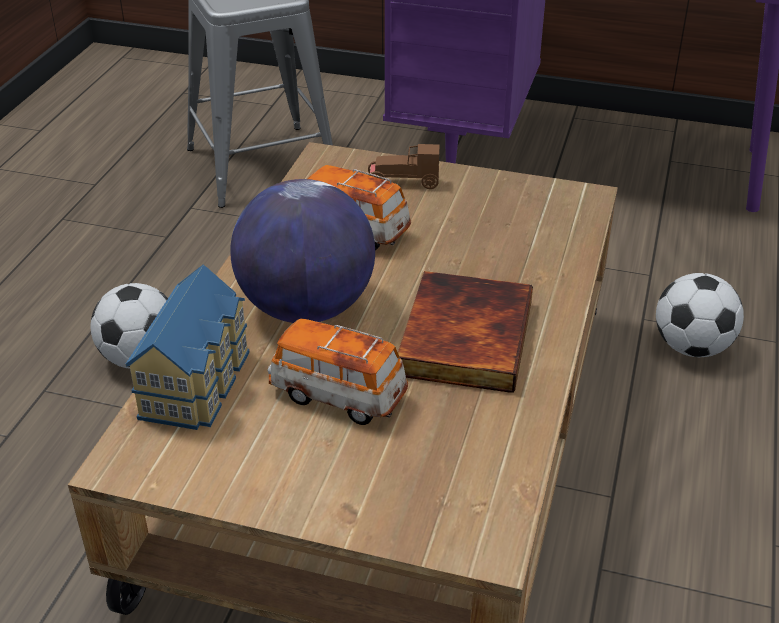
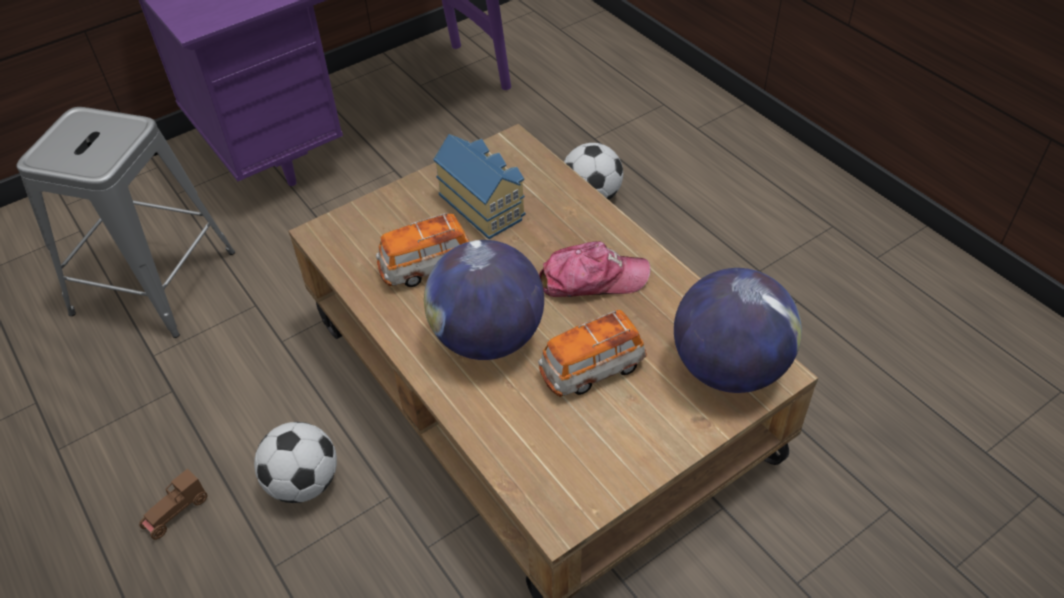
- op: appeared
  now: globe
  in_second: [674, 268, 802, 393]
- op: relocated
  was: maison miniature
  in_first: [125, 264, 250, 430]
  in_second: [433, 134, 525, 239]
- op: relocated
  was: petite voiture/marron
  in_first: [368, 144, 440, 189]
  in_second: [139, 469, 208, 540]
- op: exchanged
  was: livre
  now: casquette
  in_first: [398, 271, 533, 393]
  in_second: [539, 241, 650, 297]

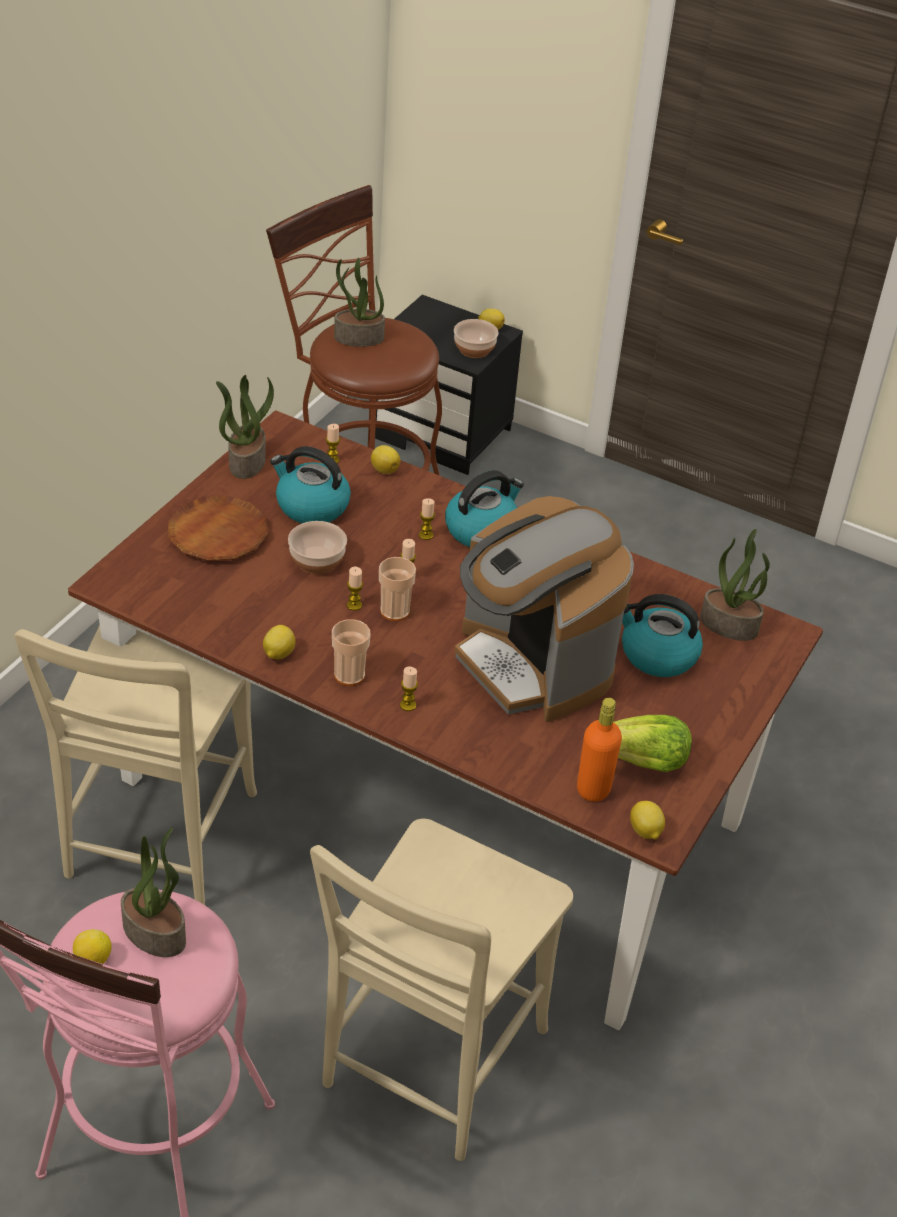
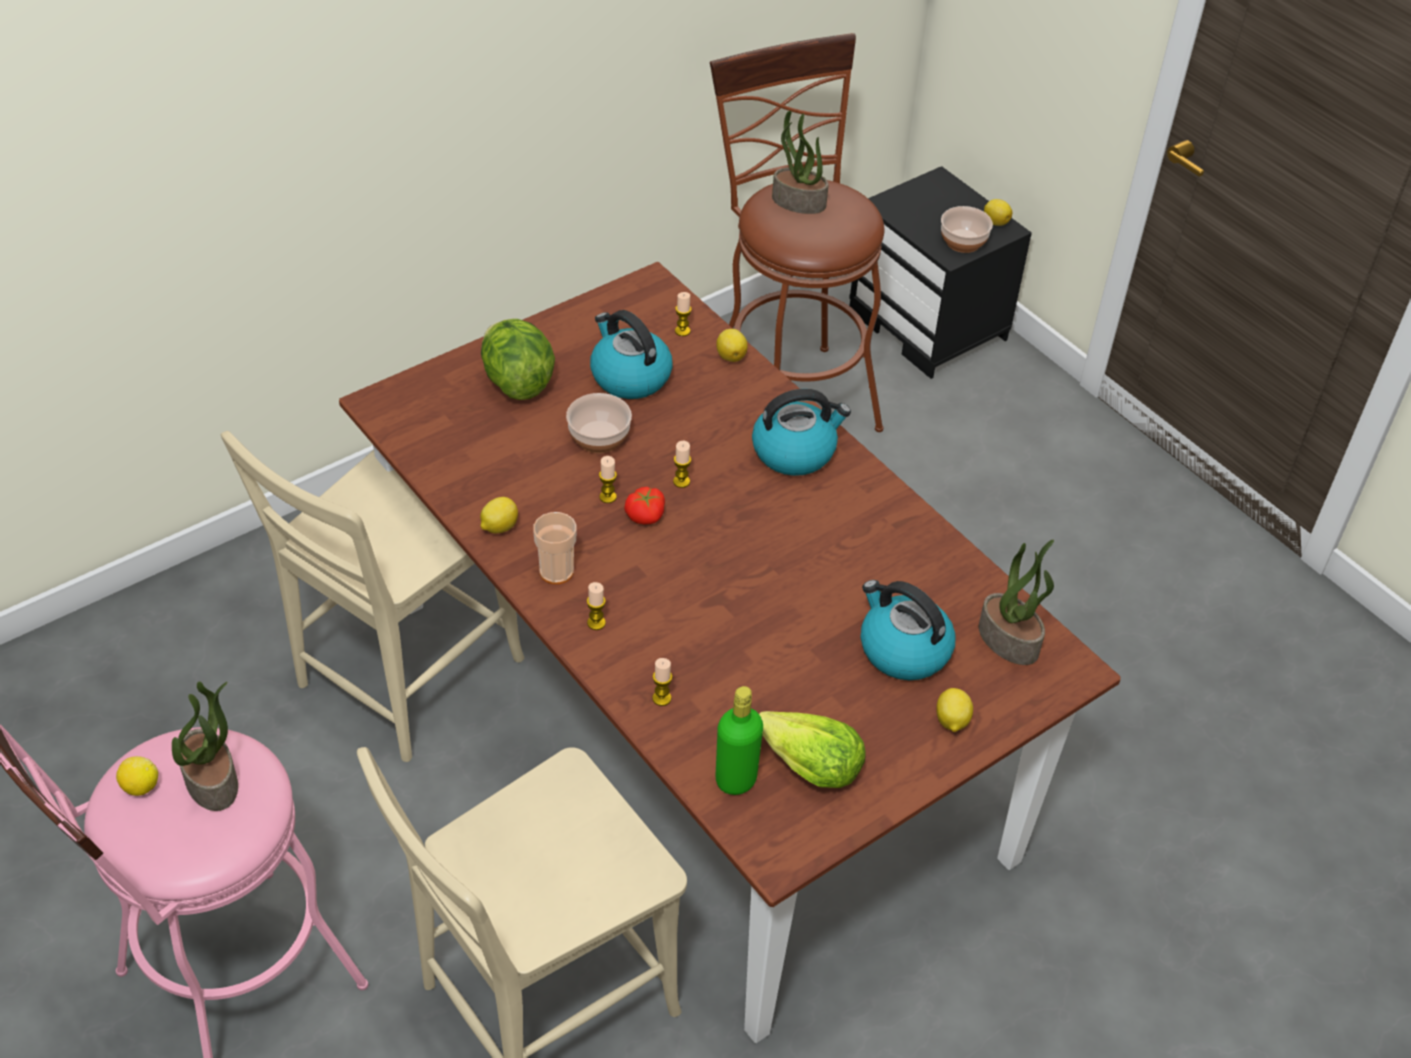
- op: missing
  was: plante en pot
  in_first: [216, 375, 274, 479]
- op: missing
  was: machine à café
  in_first: [454, 496, 634, 722]
- op: relocated
  was: bougie
  in_first: [419, 498, 435, 540]
  in_second: [652, 658, 672, 706]
- op: relocated
  was: citron
  in_first: [630, 801, 665, 840]
  in_second: [936, 688, 973, 732]
- op: exchanged
  was: assiette/marron
  now: laitue
  in_first: [168, 496, 268, 561]
  in_second: [481, 319, 555, 400]
- op: exchanged
  was: tasse
  now: tomate
  in_first: [379, 557, 416, 621]
  in_second: [624, 487, 665, 524]
- op: colour
  was: bouteille/orange
  now: bouteille/vert
  in_first: [577, 698, 622, 802]
  in_second: [716, 686, 763, 795]

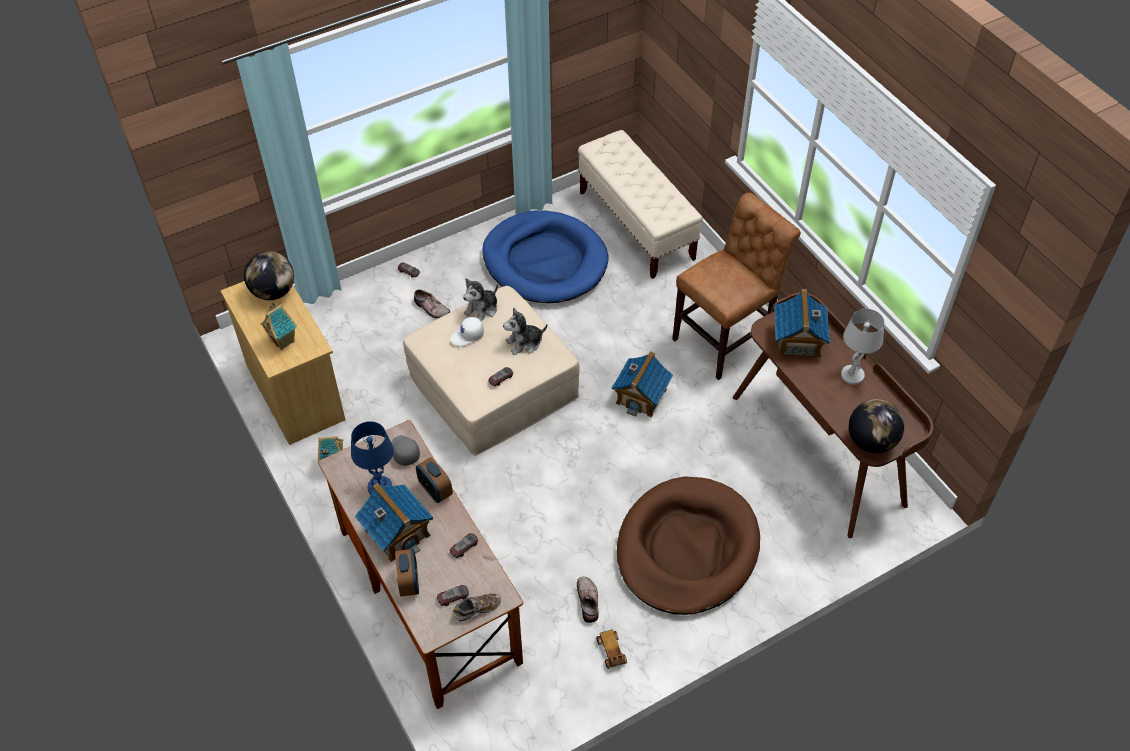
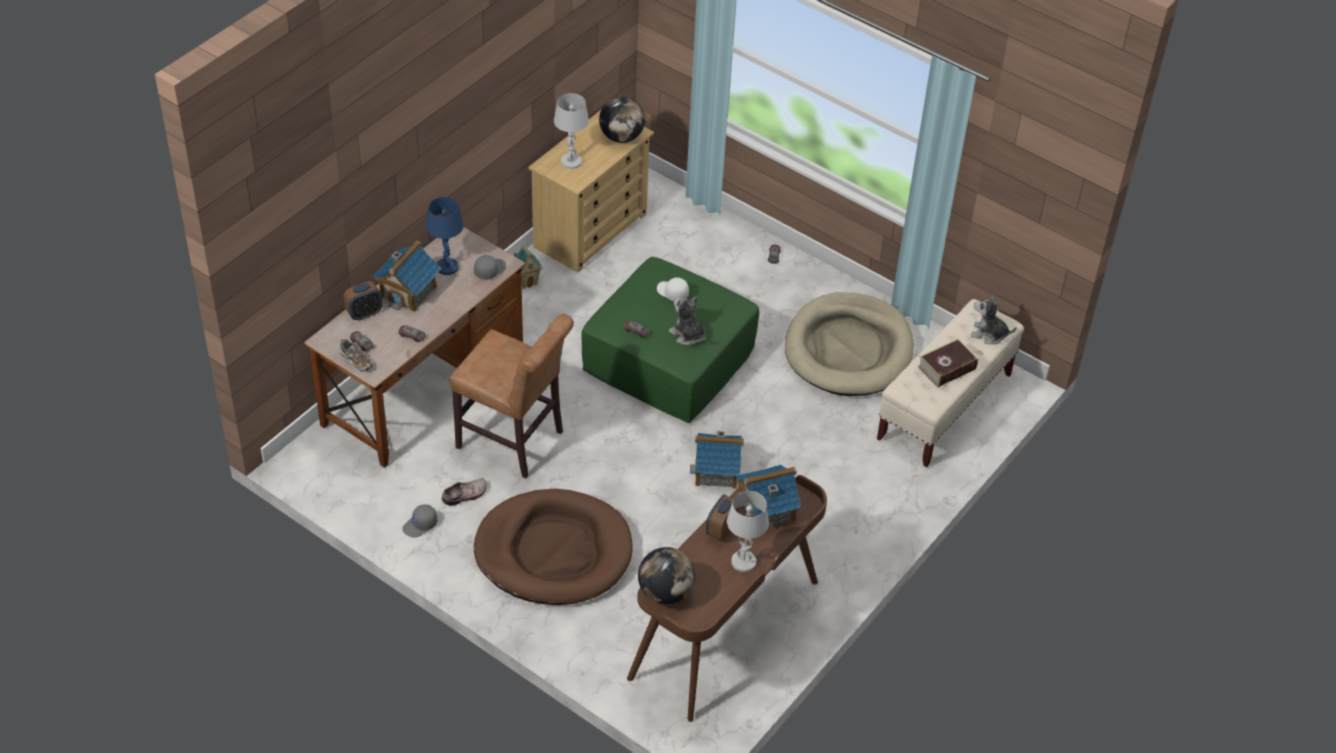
- op: missing
  was: chaussure
  in_first: [414, 289, 450, 318]
- op: appeared
  now: livre
  in_second: [917, 338, 979, 388]
- op: relocated
  was: réveil
  in_first: [416, 457, 453, 503]
  in_second: [706, 495, 739, 541]
- op: relocated
  was: peluche
  in_first: [463, 278, 498, 321]
  in_second: [971, 294, 1017, 345]
- op: relocated
  was: chaise/marron
  in_first: [672, 192, 801, 380]
  in_second: [449, 314, 574, 478]
- op: exchanged
  was: maison miniature
  now: lampe de table/blanc
  in_first: [260, 303, 297, 350]
  in_second: [554, 93, 589, 169]
- op: exchanged
  was: petite voiture
  now: casquette/gris
  in_first: [596, 629, 627, 669]
  in_second: [402, 504, 437, 538]
- op: colour
  was: pouf/beige
  now: pouf/vert
  in_first: [403, 286, 579, 455]
  in_second: [581, 257, 760, 423]
- op: colour
  was: panier pour chien/bleu
  now: panier pour chien/beige
  in_first: [482, 210, 608, 303]
  in_second: [785, 292, 914, 396]

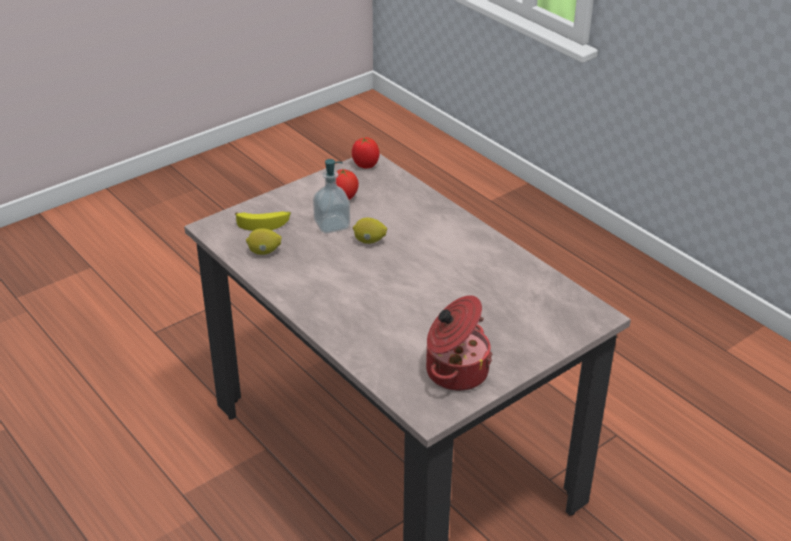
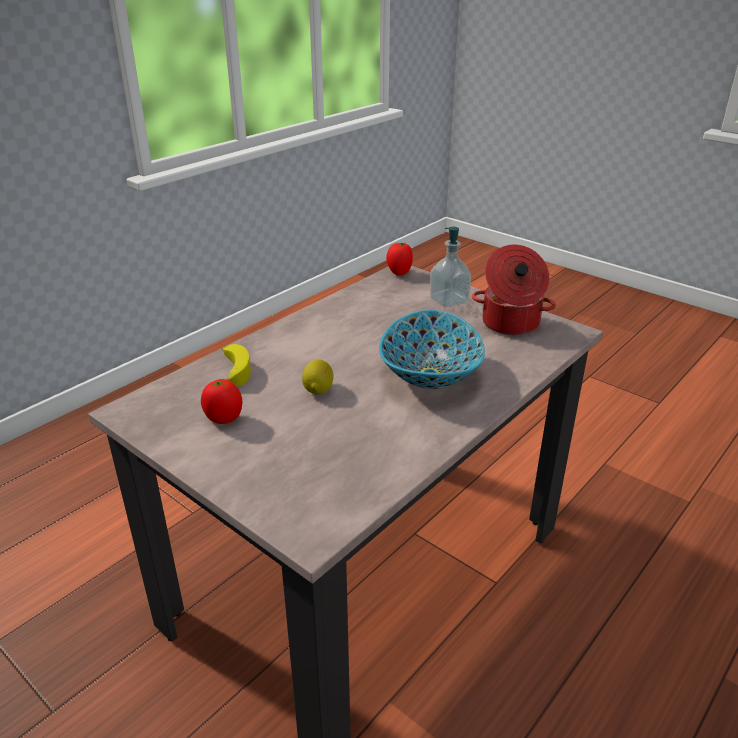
- op: missing
  was: citron
  in_first: [246, 228, 281, 255]
- op: appeared
  now: bol
  in_second: [379, 310, 485, 389]
- op: relocated
  was: banane
  in_first: [235, 212, 291, 231]
  in_second: [222, 344, 251, 386]
- op: relocated
  was: distributeur de savon
  in_first: [313, 159, 350, 234]
  in_second: [430, 227, 471, 308]
- op: relocated
  was: tomate
  in_first: [352, 137, 380, 168]
  in_second: [386, 243, 413, 276]

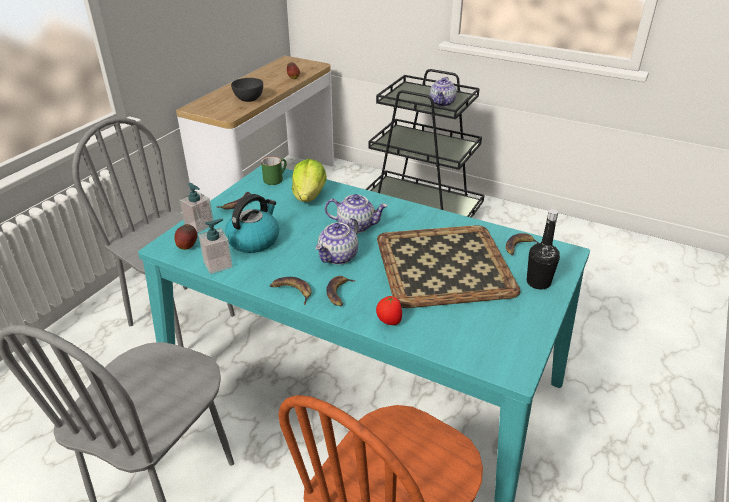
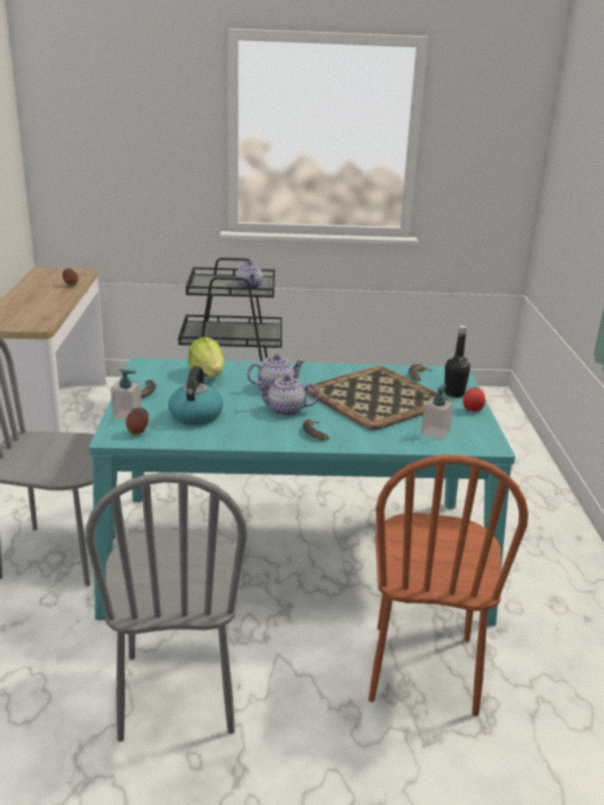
- op: missing
  was: bol/gris
  in_first: [231, 78, 263, 102]
- op: missing
  was: mug/vert
  in_first: [261, 157, 287, 185]
- op: missing
  was: banane
  in_first: [270, 277, 312, 305]
- op: relocated
  was: distributeur de savon
  in_first: [198, 219, 233, 274]
  in_second: [421, 384, 454, 440]
- op: relocated
  was: tomate
  in_first: [376, 296, 402, 325]
  in_second: [463, 387, 485, 411]
- op: spun
  was: théière
  in_first: [315, 218, 358, 265]
  in_second: [255, 375, 319, 416]
  clockwise: 90

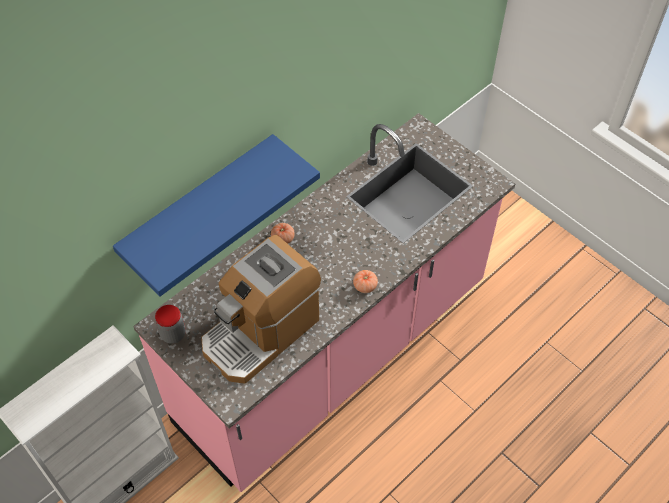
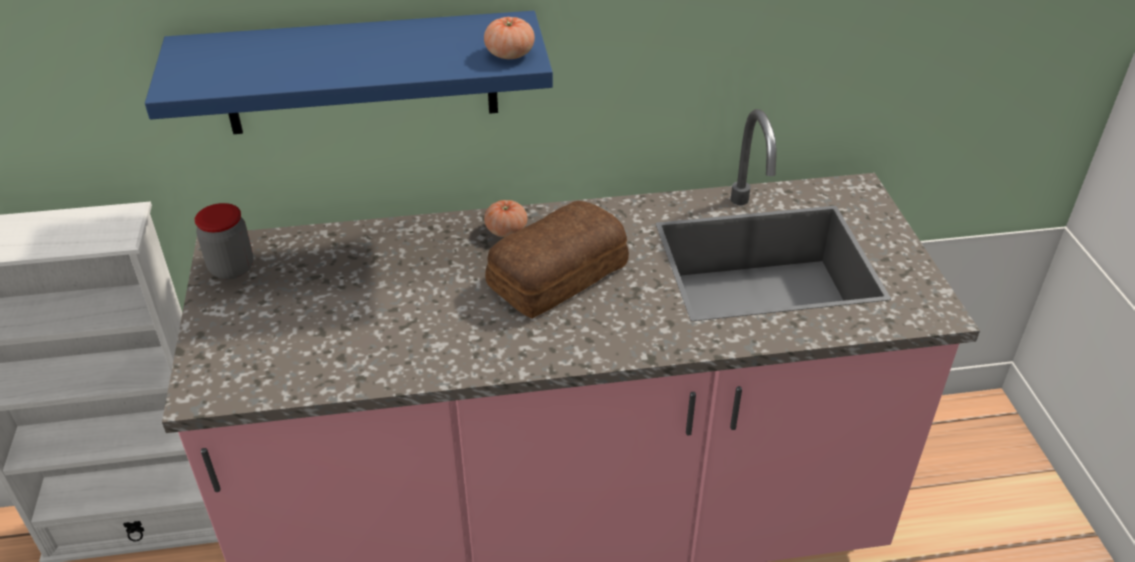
- op: missing
  was: machine à café
  in_first: [201, 235, 321, 384]
- op: appeared
  now: pain
  in_second: [485, 201, 629, 319]
- op: relocated
  was: tomate
  in_first: [353, 270, 378, 293]
  in_second: [484, 17, 535, 59]

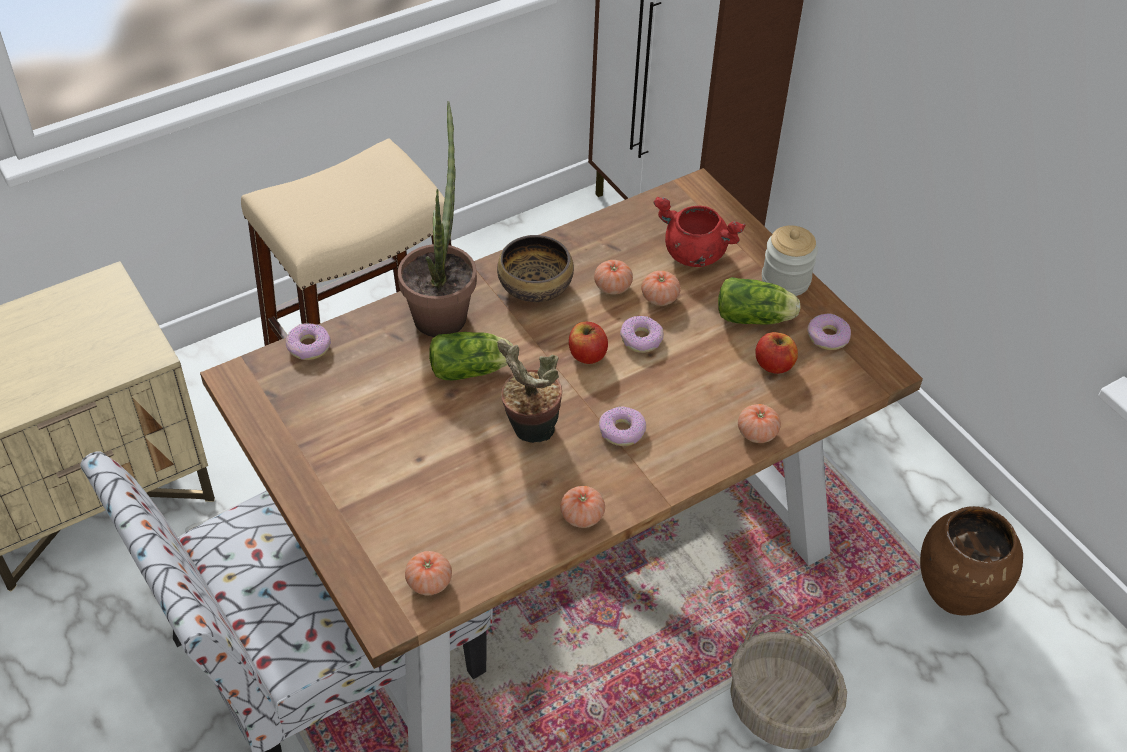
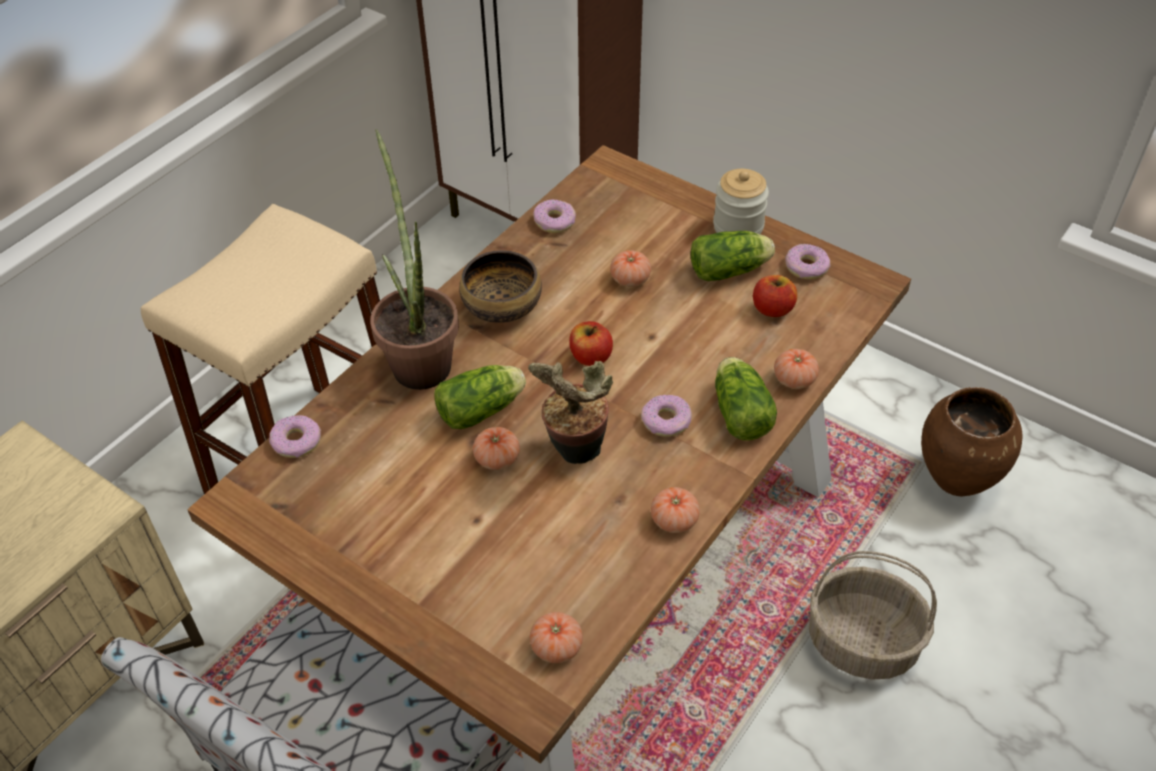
- op: missing
  was: marmite/rouge
  in_first: [653, 197, 745, 267]
- op: appeared
  now: laitue
  in_second: [715, 357, 777, 441]
- op: relocated
  was: tomate
  in_first: [594, 260, 633, 294]
  in_second: [473, 427, 520, 470]
- op: relocated
  was: beignet
  in_first: [620, 316, 664, 353]
  in_second: [533, 199, 576, 233]

